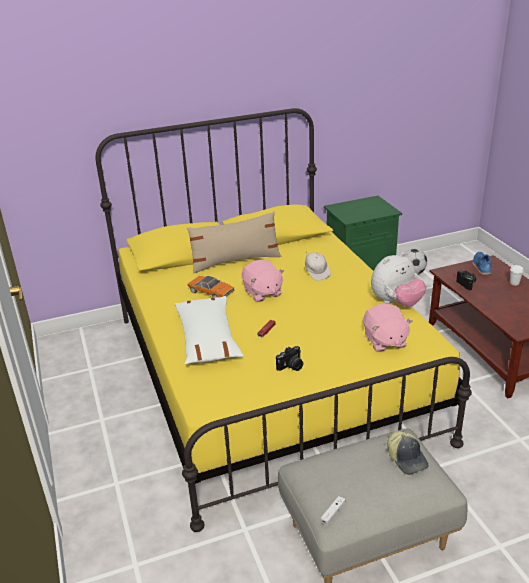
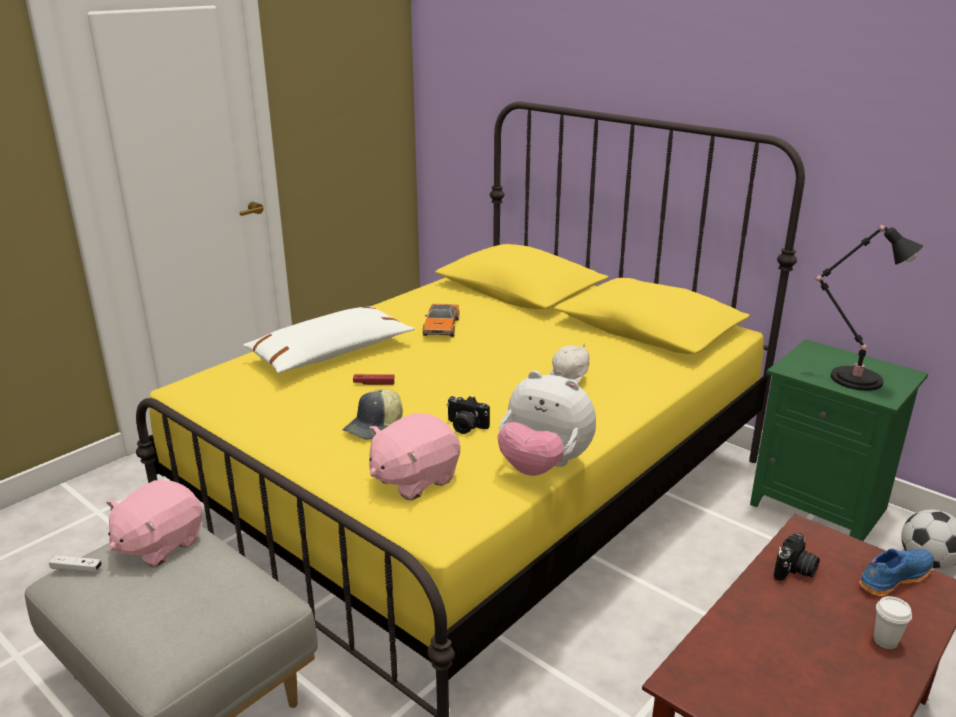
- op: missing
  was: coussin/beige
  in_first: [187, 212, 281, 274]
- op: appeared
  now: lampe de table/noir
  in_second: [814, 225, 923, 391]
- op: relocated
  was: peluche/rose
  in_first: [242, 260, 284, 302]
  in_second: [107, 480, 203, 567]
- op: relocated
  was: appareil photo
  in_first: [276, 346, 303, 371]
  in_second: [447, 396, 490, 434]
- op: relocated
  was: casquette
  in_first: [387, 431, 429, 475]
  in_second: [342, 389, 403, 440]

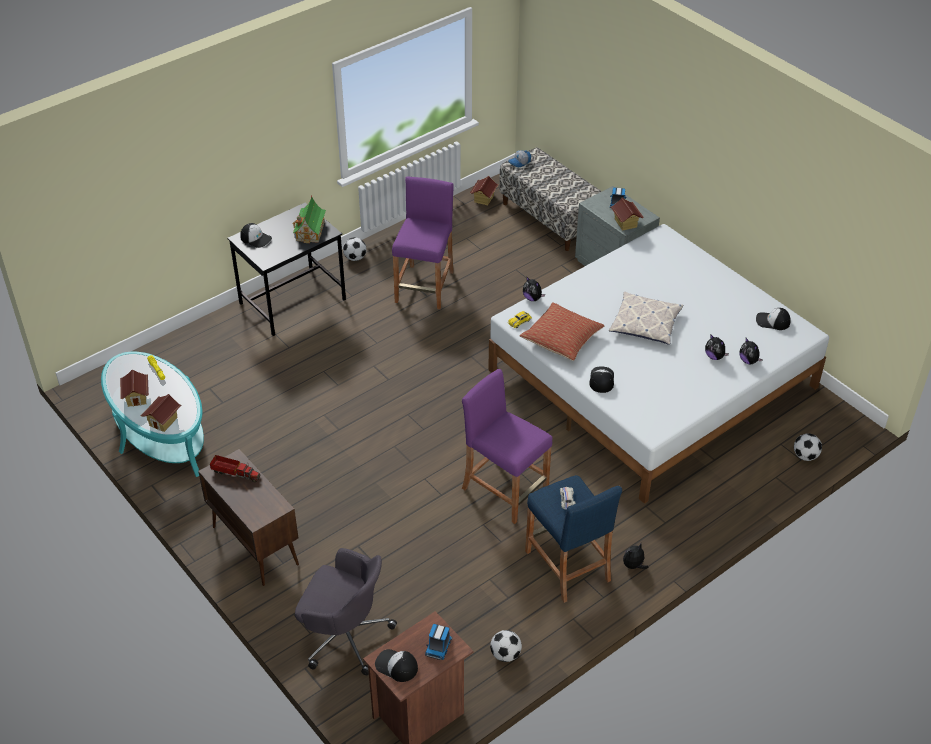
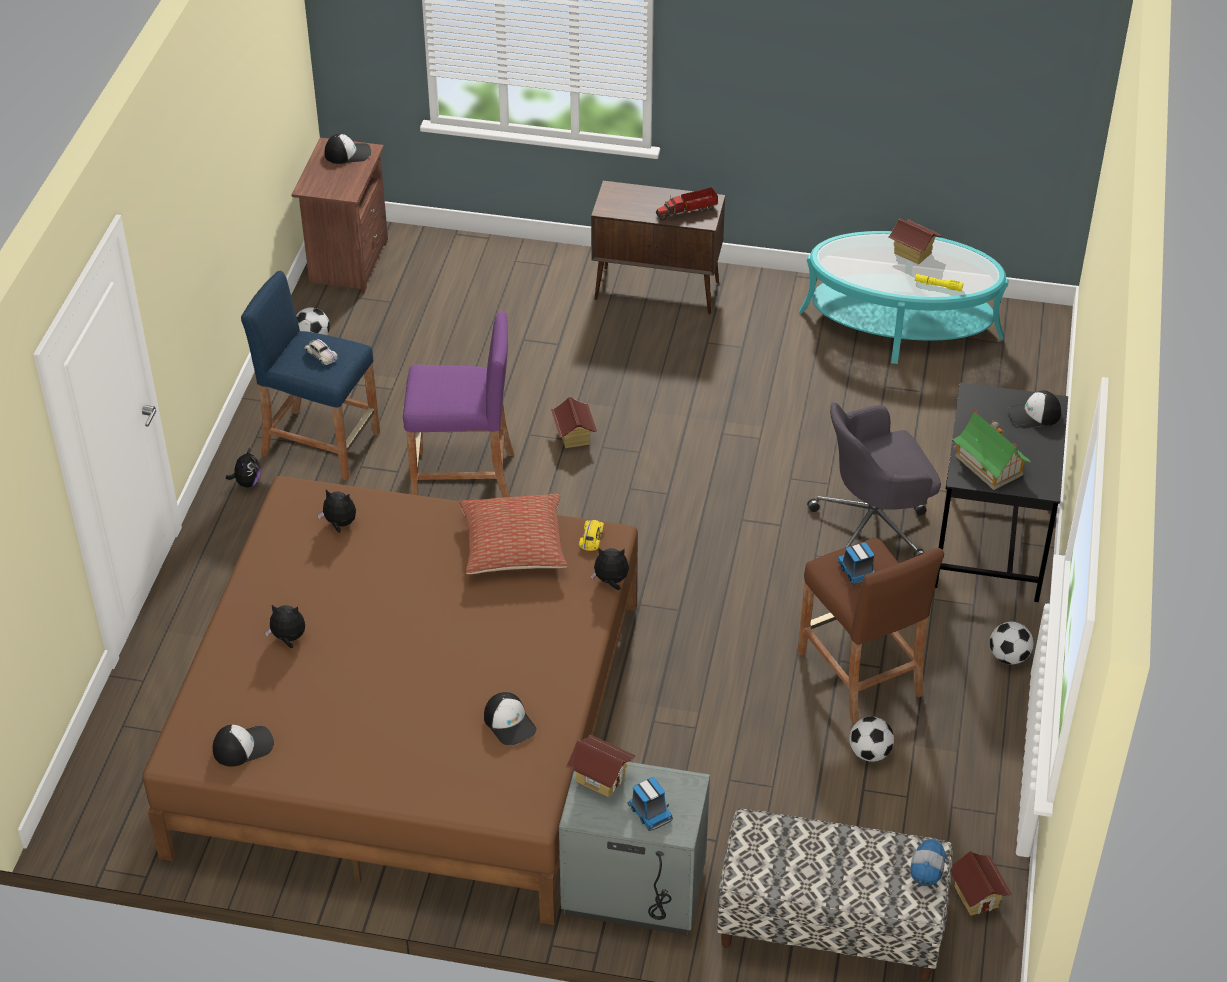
- op: missing
  was: coussin
  in_first: [609, 292, 683, 345]
- op: relocated
  was: maison miniature
  in_first: [141, 394, 182, 432]
  in_second: [551, 397, 597, 448]
- op: relocated
  was: chaise de bureau/gris
  in_first: [295, 548, 397, 675]
  in_second: [807, 402, 941, 557]
- op: relocated
  was: camion jouet
  in_first: [425, 624, 452, 660]
  in_second: [837, 542, 875, 585]
- op: relocated
  was: casquette
  in_first: [589, 366, 614, 393]
  in_second: [484, 692, 537, 745]
- op: relocated
  was: peluche
  in_first: [739, 338, 763, 364]
  in_second: [317, 489, 356, 533]
- op: relocated
  was: ballon de foot
  in_first: [794, 433, 822, 461]
  in_second: [850, 717, 894, 762]
- op: colour
  was: tabouret/violet
  now: tabouret/marron
  in_first: [392, 176, 454, 310]
  in_second: [798, 538, 944, 723]
- op: colour
  was: lit/blanc
  now: lit/marron
  in_first: [488, 224, 829, 504]
  in_second: [142, 476, 638, 925]

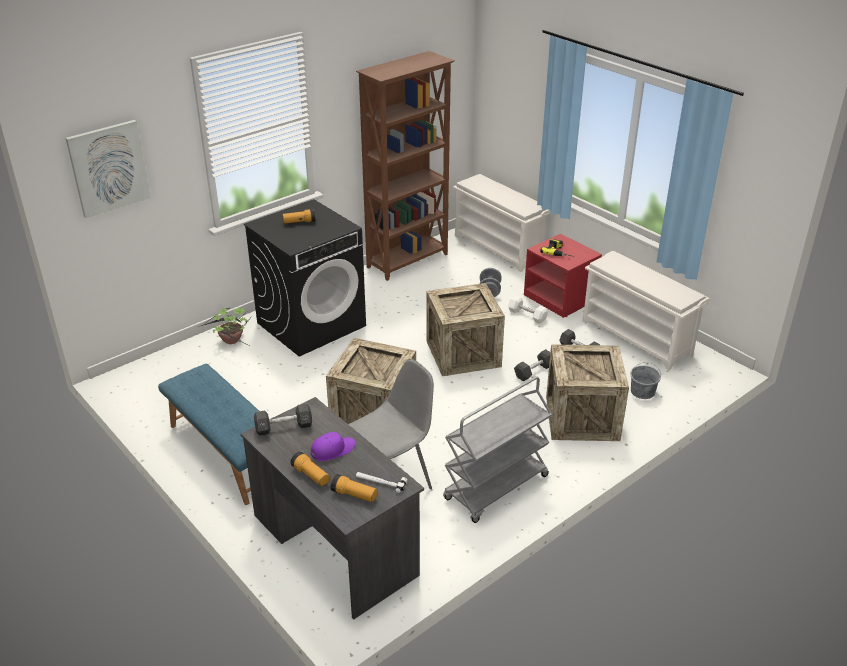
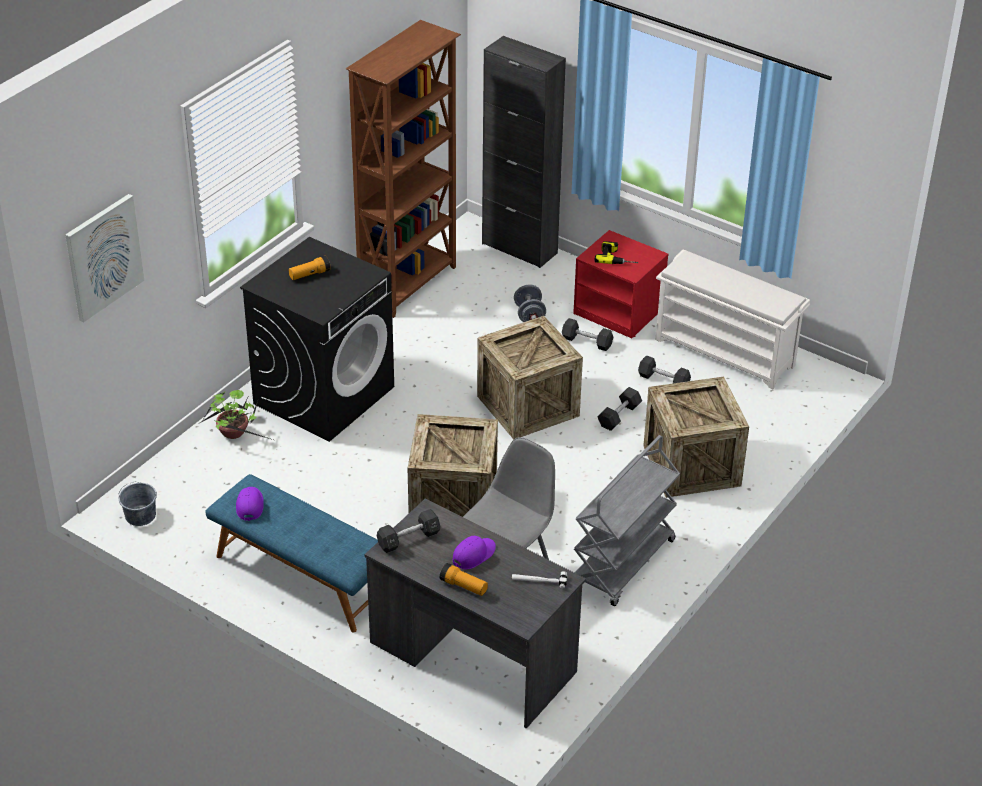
- op: missing
  was: lampe de poche
  in_first: [330, 474, 377, 502]
- op: appeared
  now: casquette/violet
  in_second: [236, 487, 264, 521]
- op: relocated
  was: seau/gris
  in_first: [630, 362, 661, 399]
  in_second: [118, 482, 157, 526]
- op: exchanged
  was: étagère à chaussures/blanc
  now: meuble de rangement/noir
  in_first: [453, 174, 551, 272]
  in_second: [482, 36, 566, 268]
- op: colour
  was: haltère/blanc
  now: haltère/noir
  in_first: [508, 295, 548, 324]
  in_second: [562, 318, 613, 351]

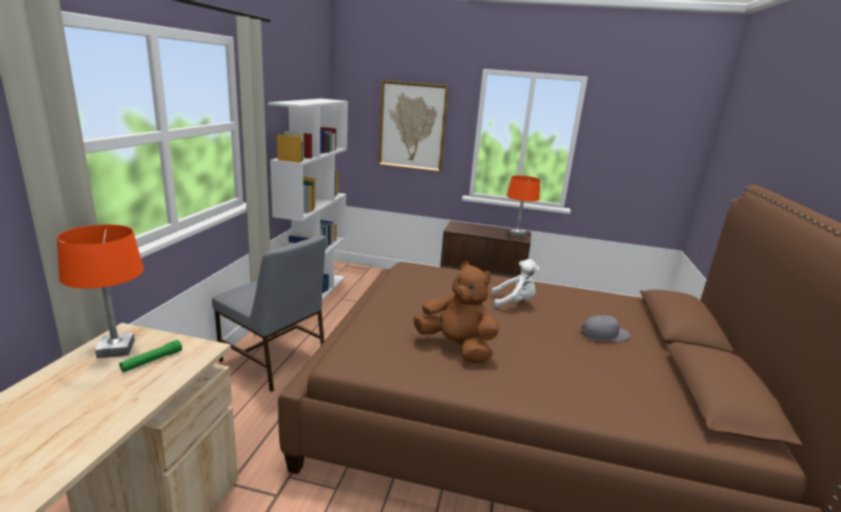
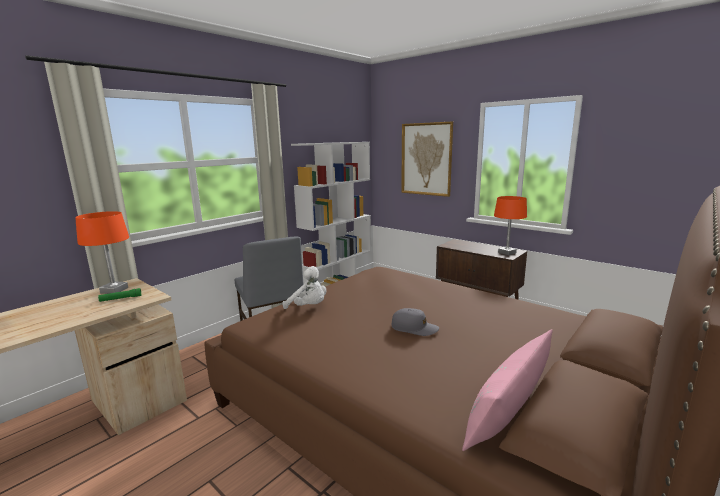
- op: missing
  was: peluche/marron
  in_first: [413, 261, 499, 363]
- op: appeared
  now: coussin/rose
  in_second: [462, 329, 553, 451]
- op: relocated
  was: peluche/blanc
  in_first: [491, 259, 540, 308]
  in_second: [282, 266, 326, 309]
- op: relocated
  was: casquette/gris
  in_first: [581, 315, 630, 342]
  in_second: [392, 308, 439, 336]

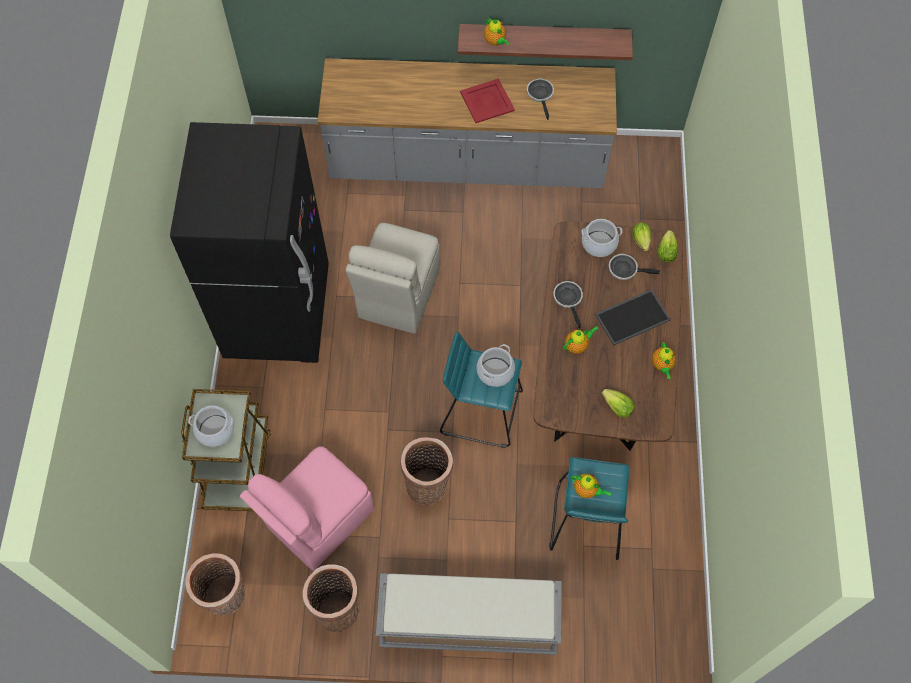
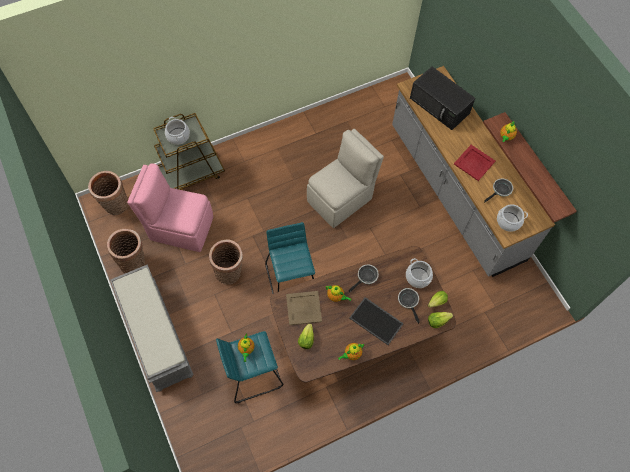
- op: missing
  was: réfrigérateur/noir
  in_first: [170, 122, 329, 363]
- op: appeared
  now: plateau/beige
  in_second: [286, 291, 322, 325]
- op: appeared
  now: micro-ondes/noir
  in_second: [410, 66, 475, 130]
- op: relocated
  was: marmite
  in_first: [477, 344, 515, 387]
  in_second: [497, 204, 528, 232]
- op: spun
  was: chaise/beige
  in_first: [346, 223, 440, 334]
  in_second: [307, 129, 384, 228]
  clockwise: 150

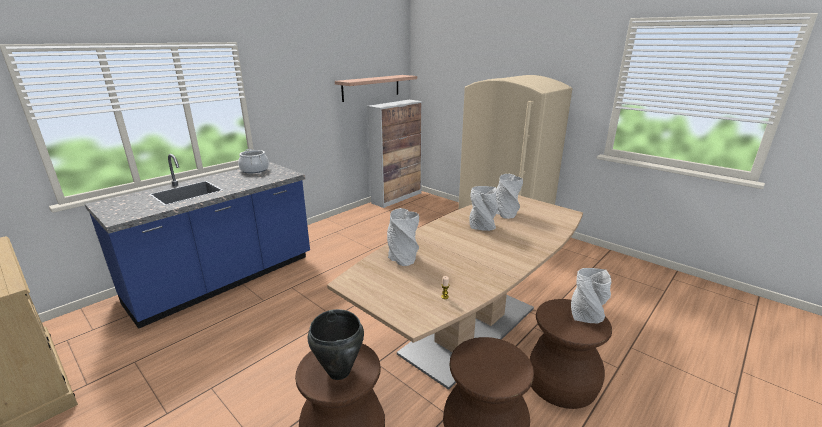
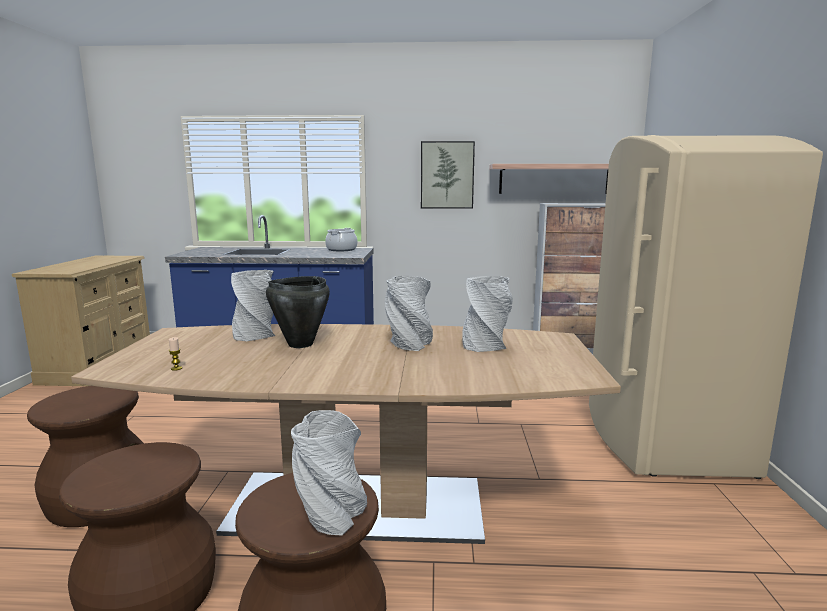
- op: appeared
  now: tableau
  in_second: [421, 141, 475, 209]
- op: relocated
  was: marmite/noir
  in_first: [308, 309, 364, 380]
  in_second: [266, 276, 330, 348]

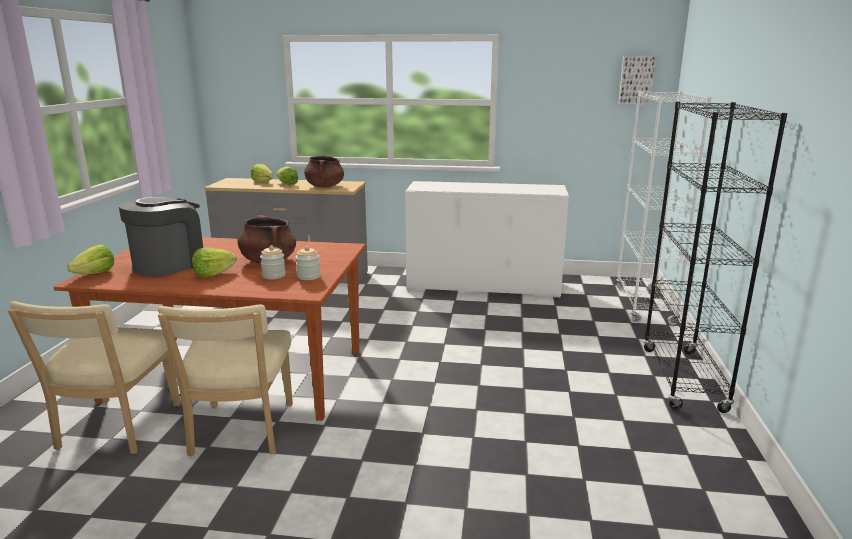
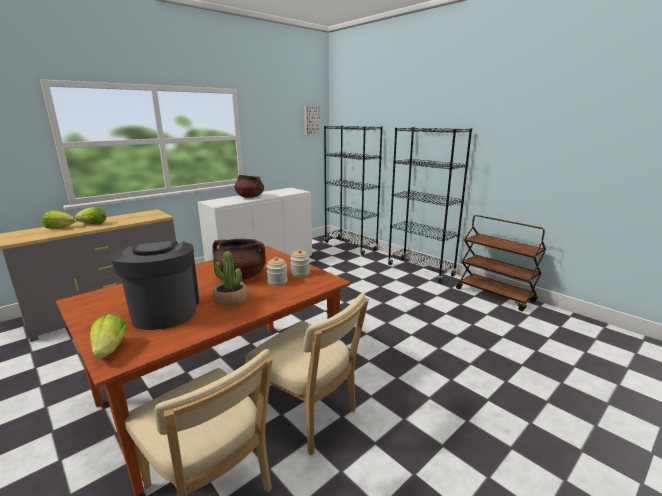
- op: appeared
  now: chariot/marron
  in_second: [456, 215, 546, 311]
- op: relocated
  was: marmite/marron
  in_first: [304, 155, 344, 187]
  in_second: [234, 175, 264, 198]
- op: exchanged
  was: laitue
  now: plante en pot
  in_first: [192, 248, 237, 277]
  in_second: [212, 251, 248, 306]
- op: colour
  was: bibliothèque/blanc
  now: bibliothèque/noir
  in_first: [616, 91, 712, 325]
  in_second: [324, 126, 383, 255]

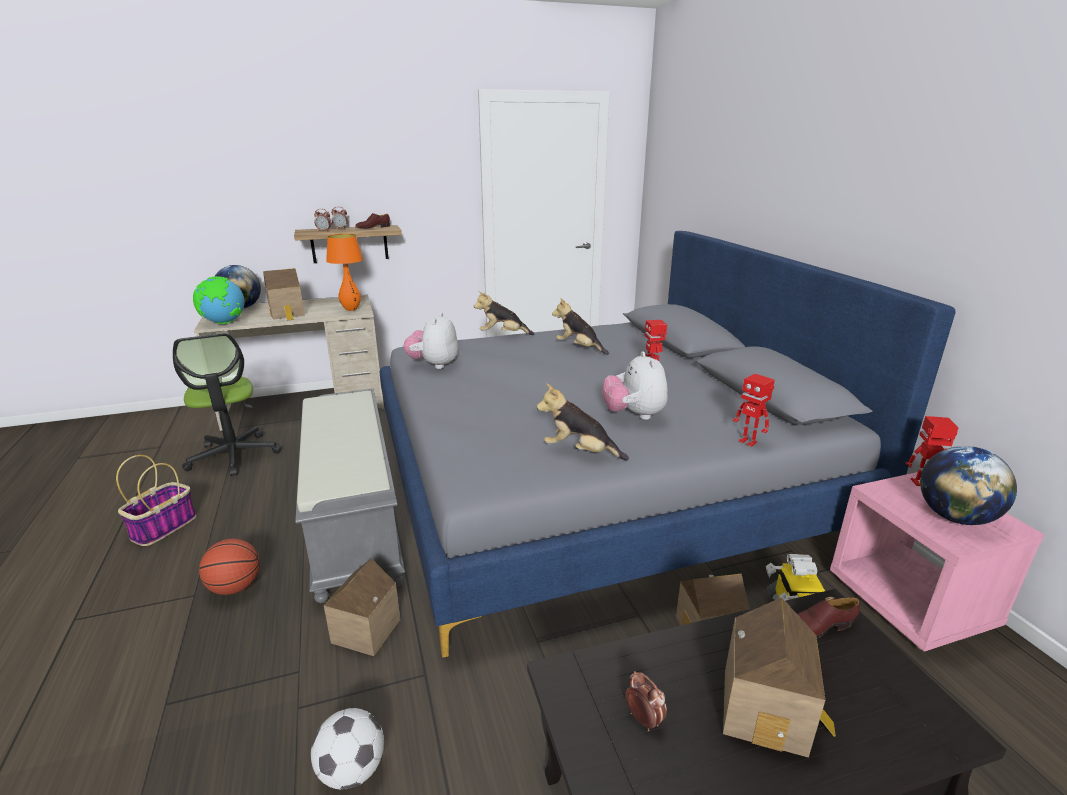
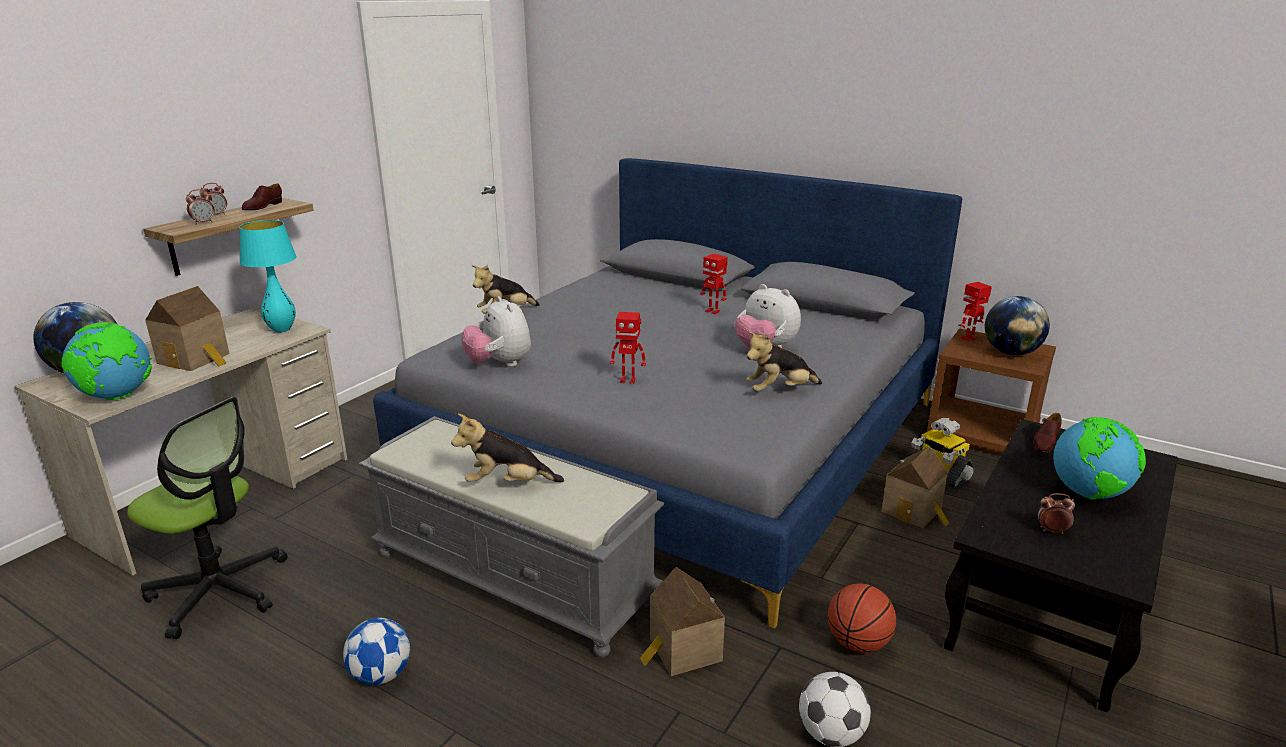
- op: missing
  was: panier
  in_first: [116, 455, 197, 546]
- op: appeared
  now: ballon de foot
  in_second: [343, 618, 410, 685]
- op: relocated
  was: ballon de basket
  in_first: [199, 539, 260, 595]
  in_second: [828, 583, 896, 653]
- op: relocated
  was: peluche
  in_first: [552, 298, 609, 355]
  in_second: [451, 414, 564, 482]
- op: relocated
  was: robot jouet
  in_first: [733, 374, 775, 447]
  in_second: [610, 312, 646, 384]
- op: exchanged
  was: maison miniature
  now: globe
  in_first: [723, 597, 836, 758]
  in_second: [1053, 417, 1146, 500]
- op: colour
  was: lampe de table/orange
  now: lampe de table/turquoise
  in_first: [326, 234, 363, 311]
  in_second: [239, 220, 297, 332]
- op: colour
  was: table de chevet/rose
  now: table de chevet/marron
  in_first: [830, 472, 1044, 652]
  in_second: [927, 328, 1056, 455]

